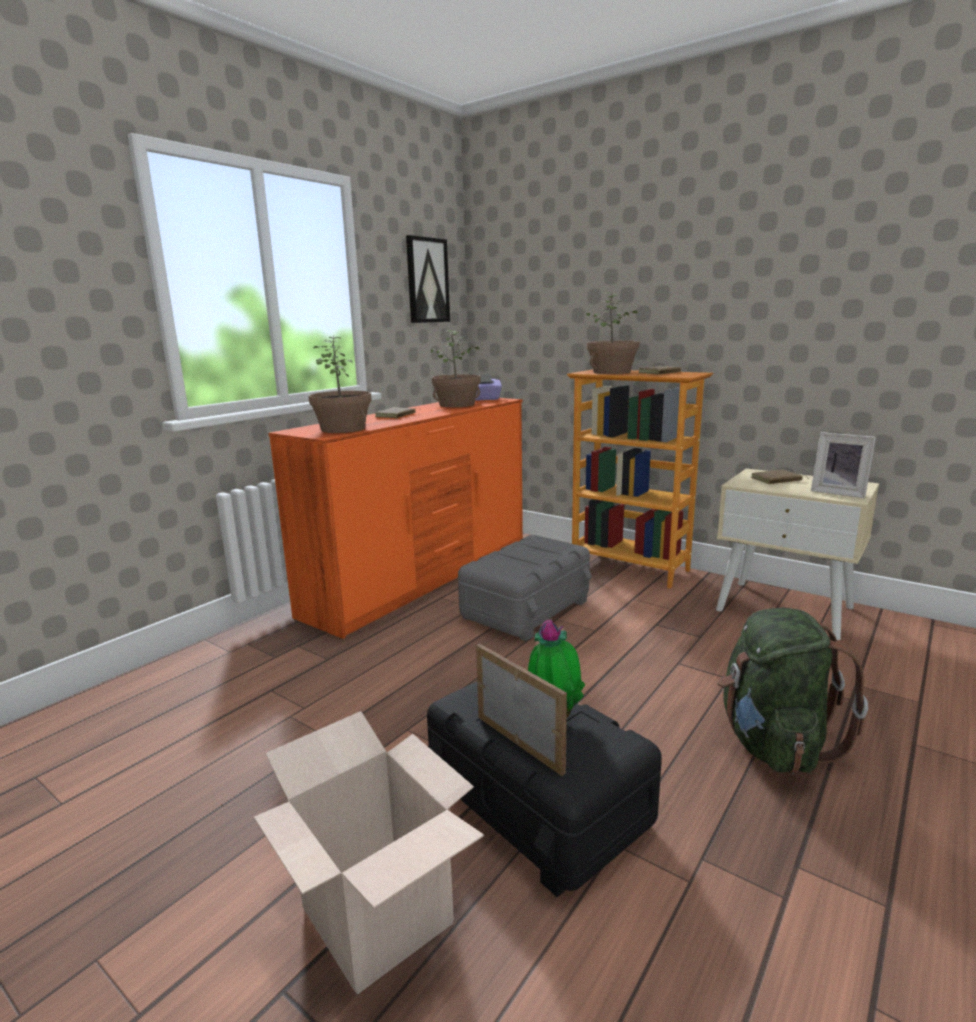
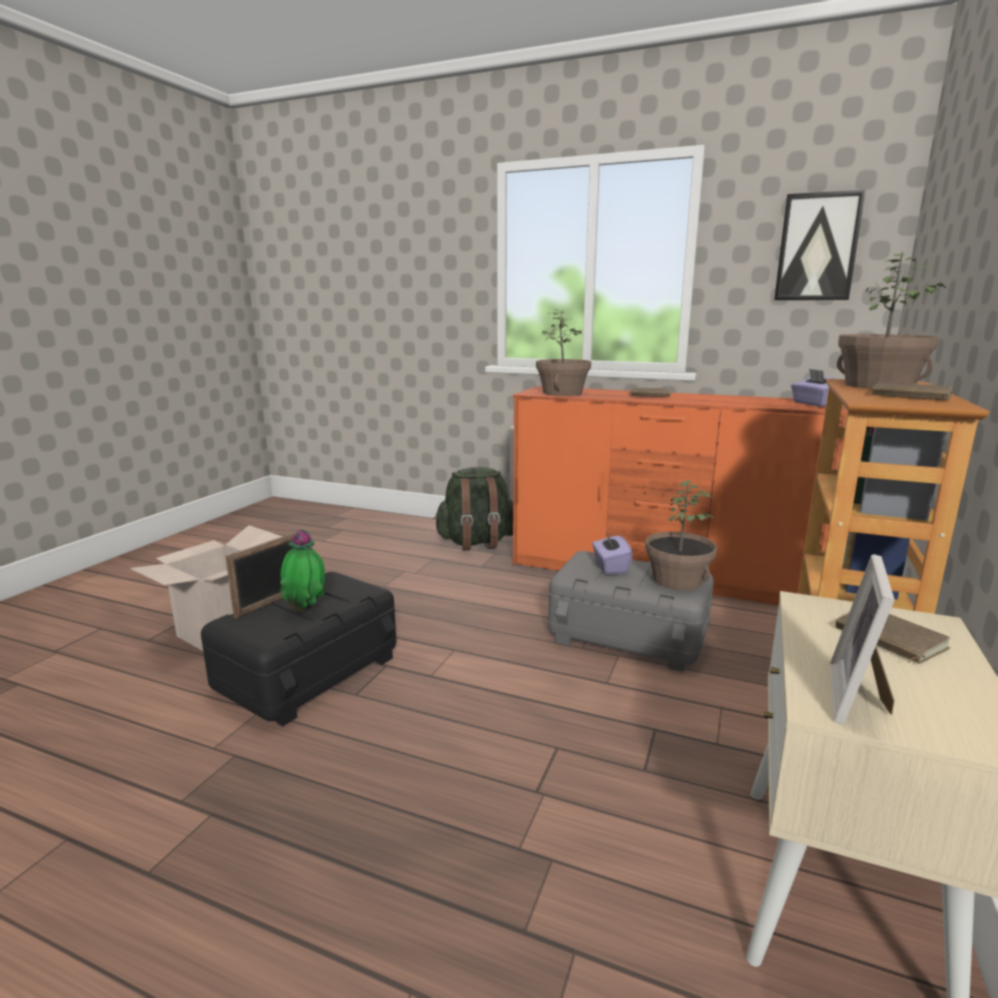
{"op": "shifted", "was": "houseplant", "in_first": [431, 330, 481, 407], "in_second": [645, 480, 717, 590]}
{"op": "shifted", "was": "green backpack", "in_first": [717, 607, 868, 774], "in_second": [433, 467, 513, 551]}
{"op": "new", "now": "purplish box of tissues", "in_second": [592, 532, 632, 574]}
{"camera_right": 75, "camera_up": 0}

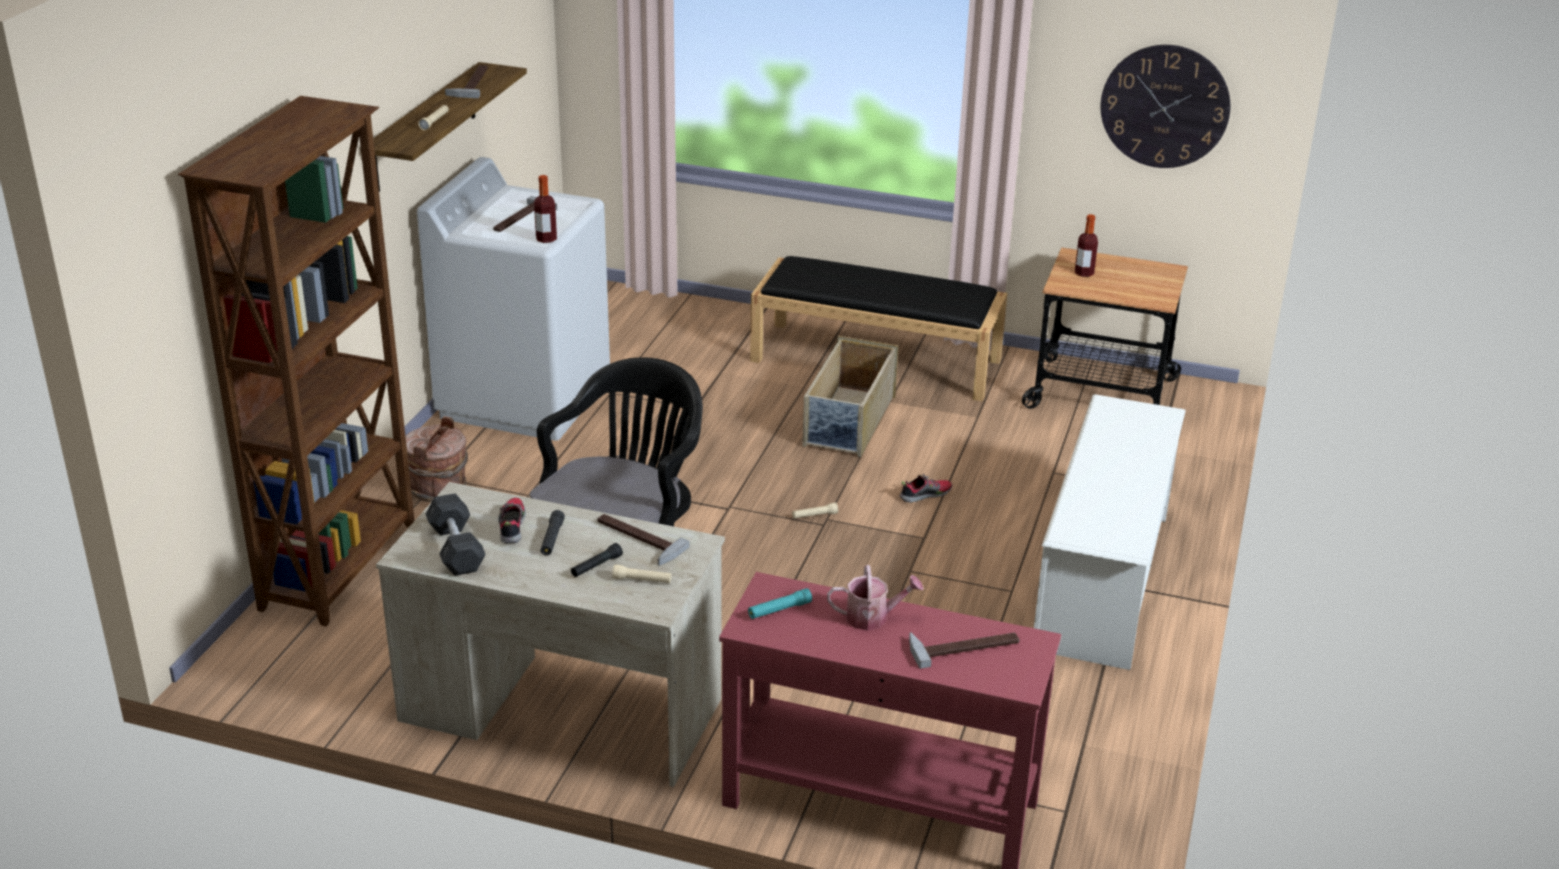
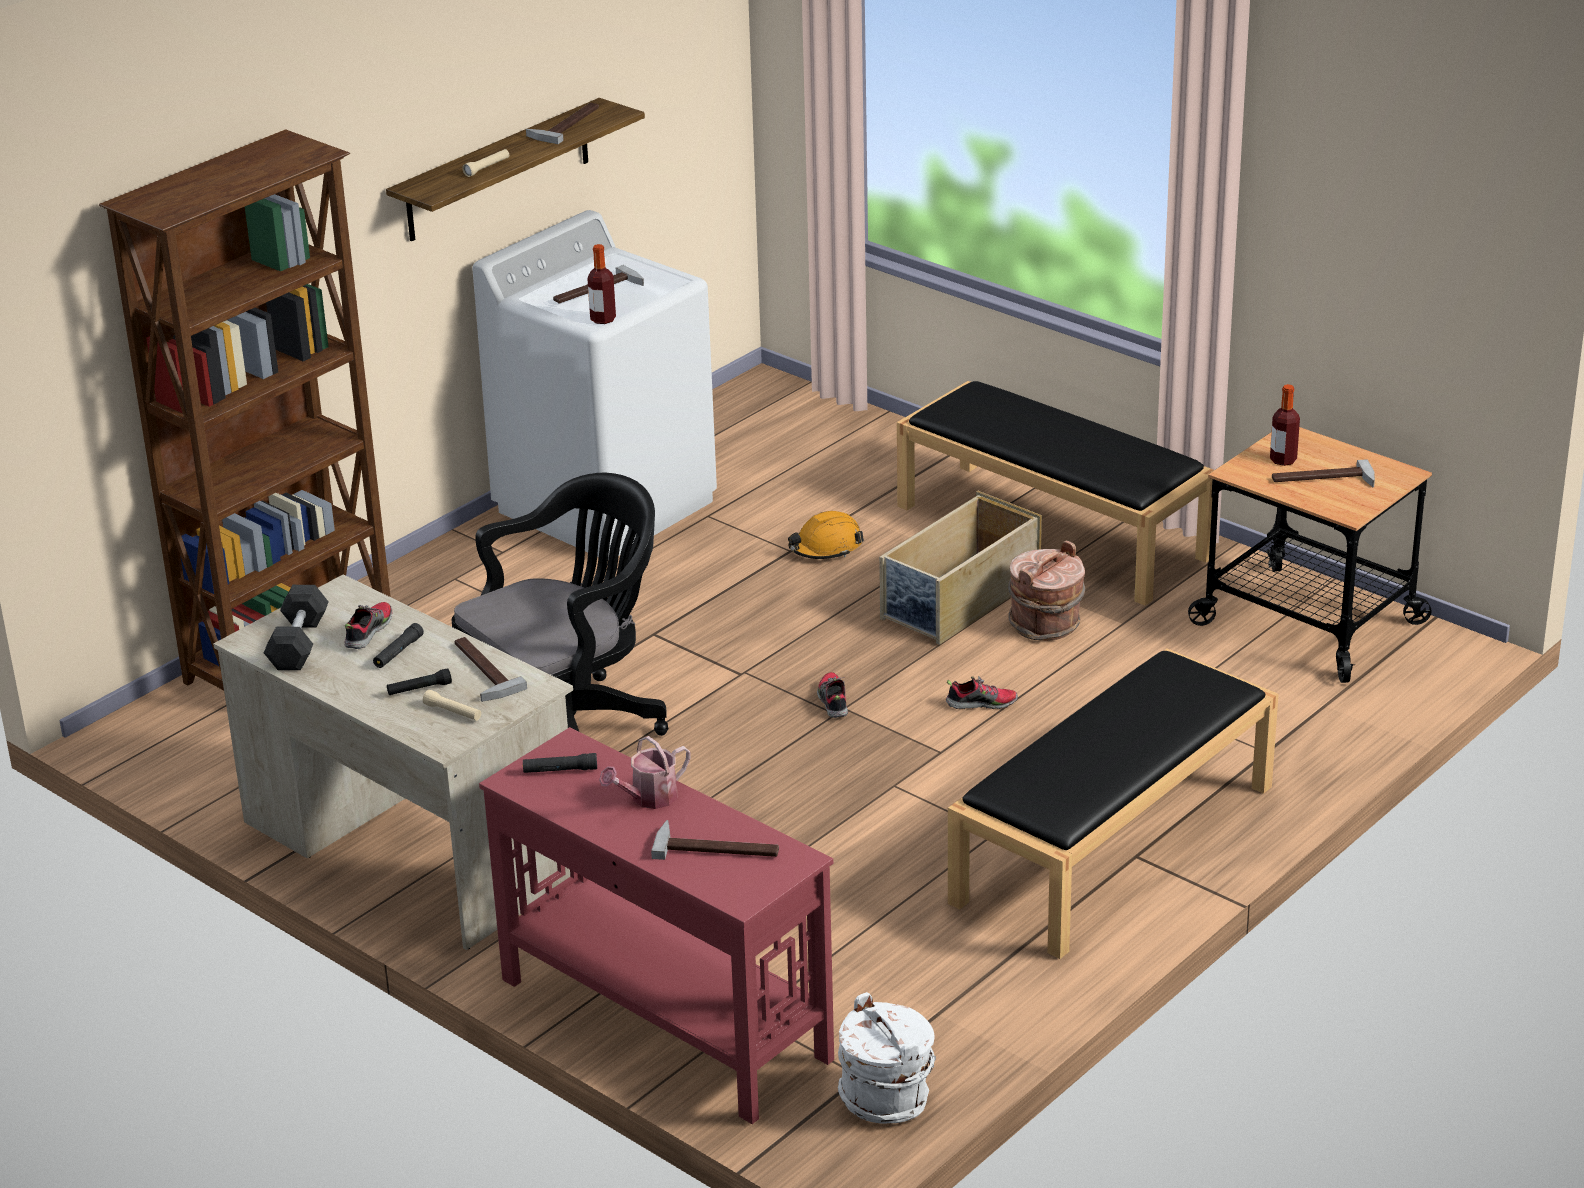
{"op": "shifted", "was": "brown-coloured bucket", "in_first": [405, 416, 468, 502], "in_second": [1008, 540, 1085, 641]}
{"op": "repainted", "was": "turquoise torch", "now": "black torch", "in_first": [748, 588, 812, 619], "in_second": [523, 753, 597, 773]}
{"op": "swapped", "was": "beige-coloured torch", "now": "low shoe", "in_first": [792, 502, 838, 519], "in_second": [817, 672, 848, 718]}
{"op": "rotated", "was": "watering pot", "in_first": [827, 565, 924, 630], "in_second": [599, 736, 691, 809], "clockwise": 120}
{"op": "swapped", "was": "white shoe rack", "now": "black long seat", "in_first": [1034, 394, 1186, 670], "in_second": [948, 648, 1279, 959]}
{"op": "gone", "was": "wall clock", "in_first": [1101, 45, 1231, 168]}
{"op": "new", "now": "orange safety helmet", "in_second": [788, 511, 864, 559]}
{"op": "new", "now": "white bucket", "in_second": [838, 992, 936, 1124]}
{"op": "new", "now": "hammer", "in_second": [1272, 459, 1375, 487]}
{"camera_right": 25, "camera_up": 0}

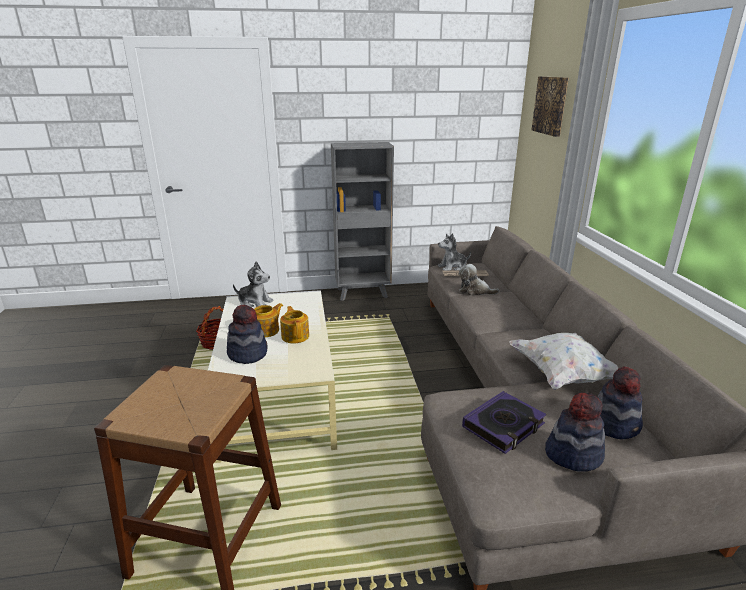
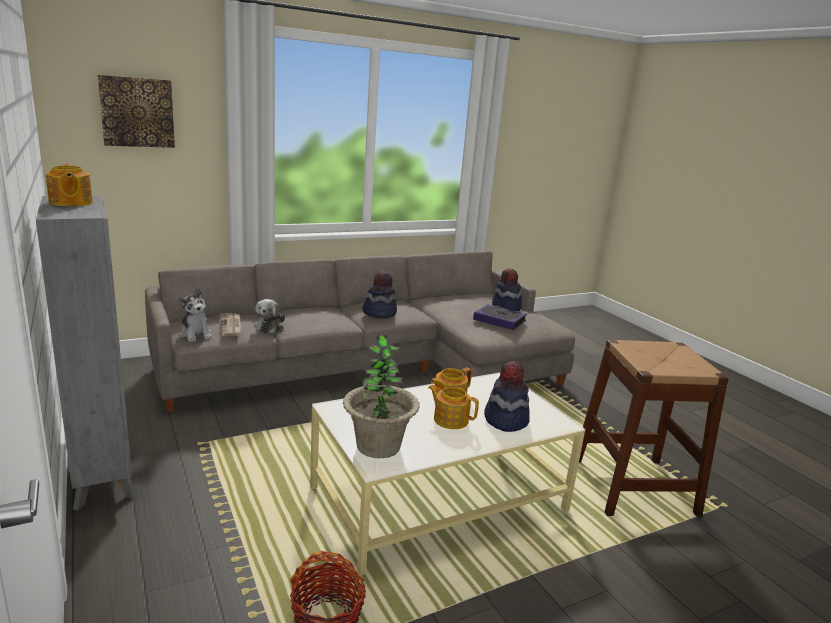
{"op": "swapped", "was": "soft toy", "now": "houseplant", "in_first": [233, 261, 274, 307], "in_second": [343, 335, 420, 458]}
{"op": "gone", "was": "white pillow", "in_first": [509, 333, 618, 390]}
{"op": "shifted", "was": "wearable hat", "in_first": [598, 366, 643, 439], "in_second": [362, 271, 397, 318]}
{"op": "new", "now": "teapot", "in_second": [46, 164, 93, 206]}
{"camera_right": -110, "camera_up": -5}

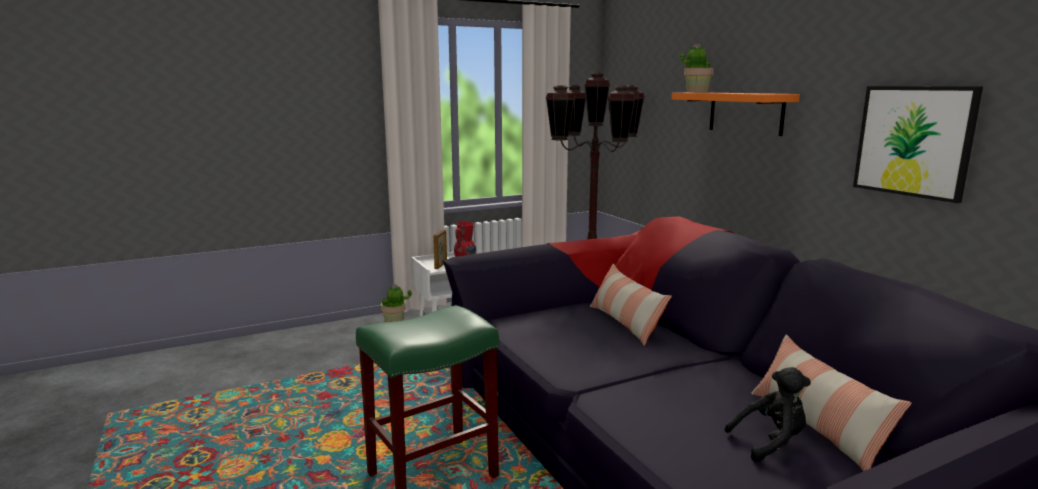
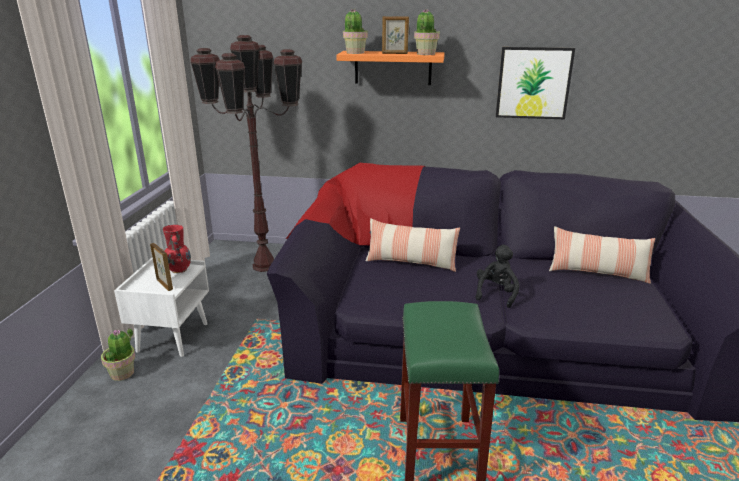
{"op": "shifted", "was": "black soft toy", "in_first": [724, 367, 811, 462], "in_second": [476, 245, 519, 308]}
{"op": "new", "now": "photo frame", "in_second": [382, 16, 409, 54]}
{"op": "new", "now": "houseplant", "in_second": [414, 9, 440, 55]}
{"camera_right": -55, "camera_up": 10}

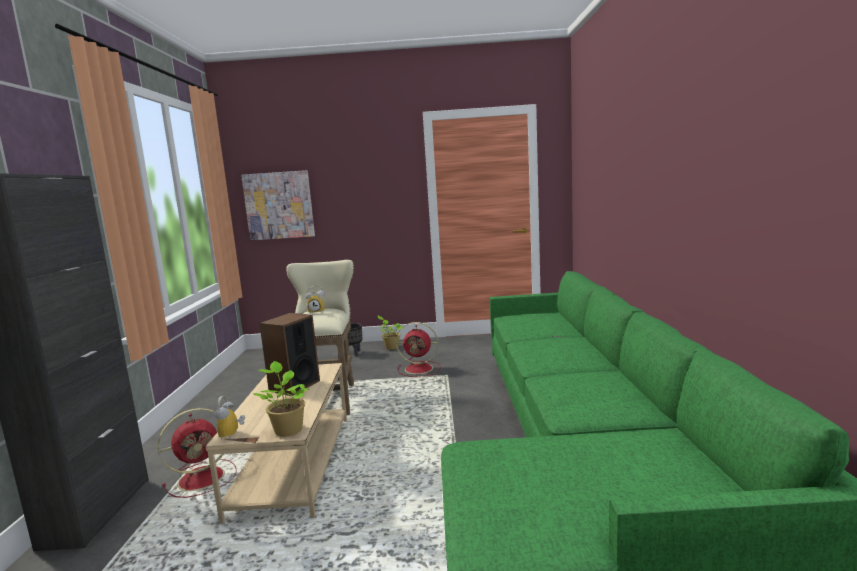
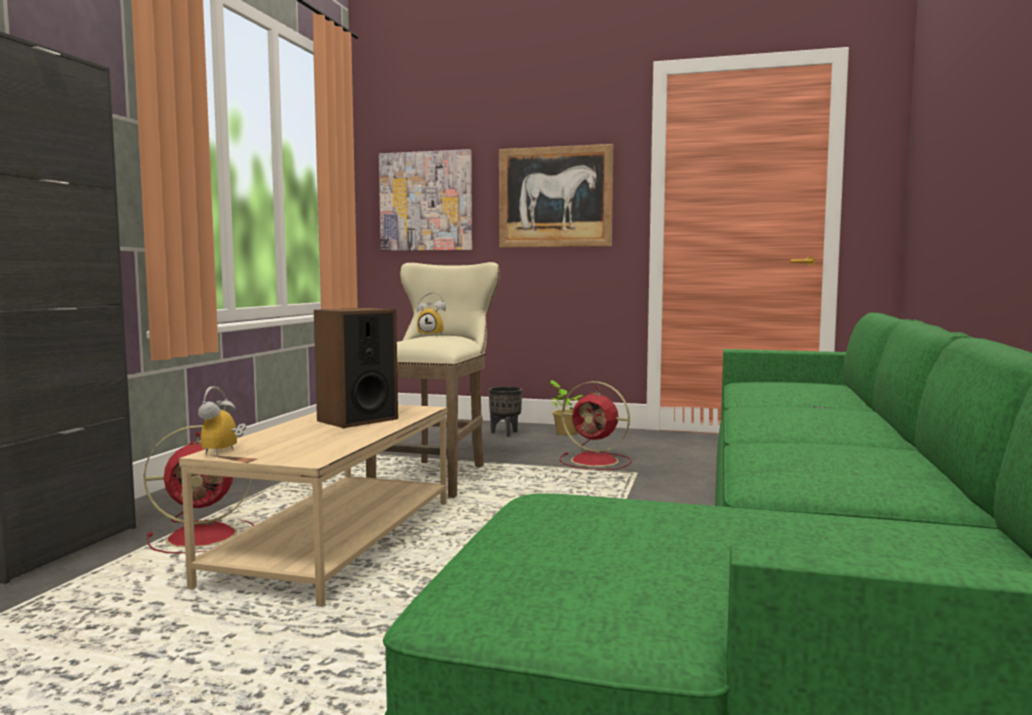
{"op": "gone", "was": "houseplant", "in_first": [253, 361, 309, 437]}
{"op": "new", "now": "wall art", "in_second": [499, 144, 613, 247]}
{"camera_right": 15, "camera_up": -5}

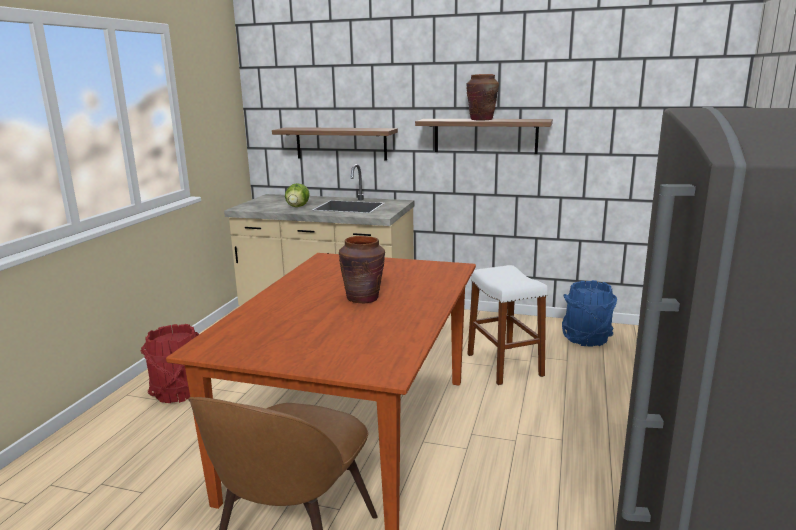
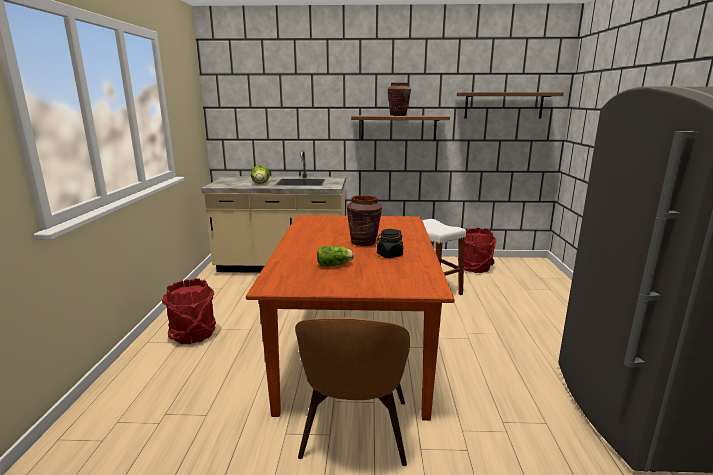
{"op": "shifted", "was": "wall shelf", "in_first": [272, 127, 398, 160], "in_second": [457, 92, 564, 119]}
{"op": "repainted", "was": "blue-coloured bucket", "now": "red bucket", "in_first": [562, 280, 617, 347], "in_second": [464, 227, 496, 273]}
{"op": "new", "now": "head of lettuce", "in_second": [317, 246, 354, 267]}
{"op": "new", "now": "black storage jar", "in_second": [377, 229, 403, 258]}
{"camera_right": -15, "camera_up": 0}

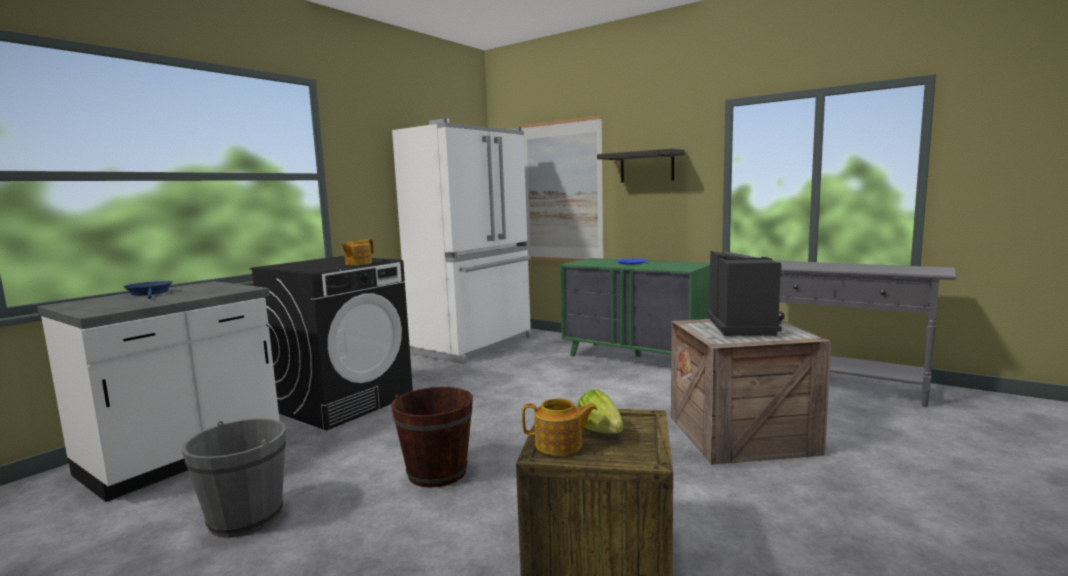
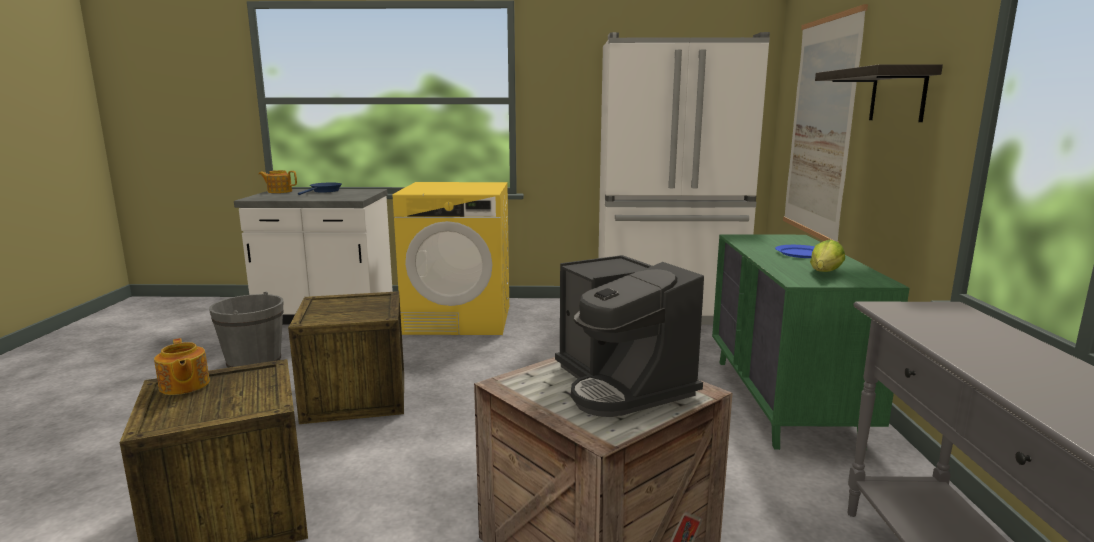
{"op": "repainted", "was": "black laundry machine", "now": "yellow laundry machine", "in_first": [250, 256, 413, 431], "in_second": [393, 182, 509, 335]}
{"op": "shifted", "was": "teapot", "in_first": [340, 239, 374, 265], "in_second": [259, 170, 297, 193]}
{"op": "swapped", "was": "brown-coloured bucket", "now": "crate", "in_first": [391, 387, 473, 488], "in_second": [288, 291, 404, 424]}
{"op": "shifted", "was": "head of lettuce", "in_first": [577, 389, 623, 434], "in_second": [810, 240, 845, 272]}
{"op": "rotated", "was": "coffee machine", "in_first": [706, 251, 785, 336], "in_second": [555, 255, 704, 417], "clockwise": 90}
{"camera_right": 55, "camera_up": 5}

